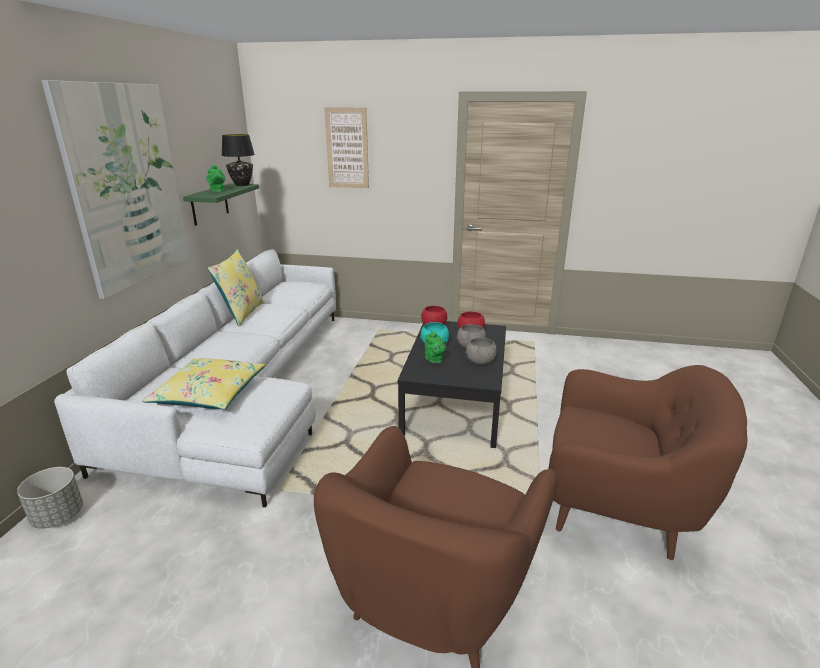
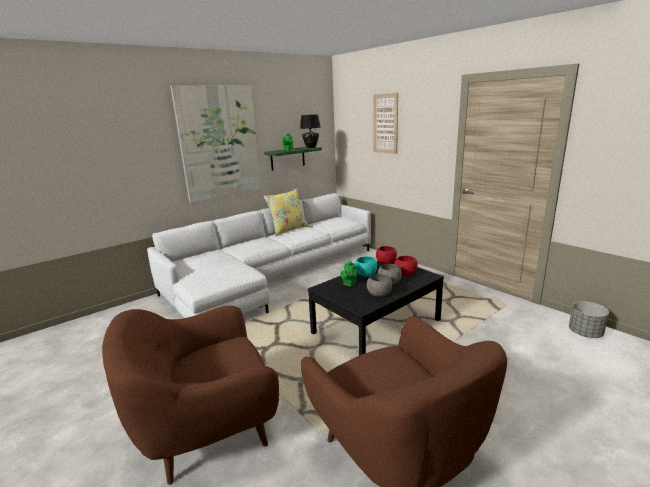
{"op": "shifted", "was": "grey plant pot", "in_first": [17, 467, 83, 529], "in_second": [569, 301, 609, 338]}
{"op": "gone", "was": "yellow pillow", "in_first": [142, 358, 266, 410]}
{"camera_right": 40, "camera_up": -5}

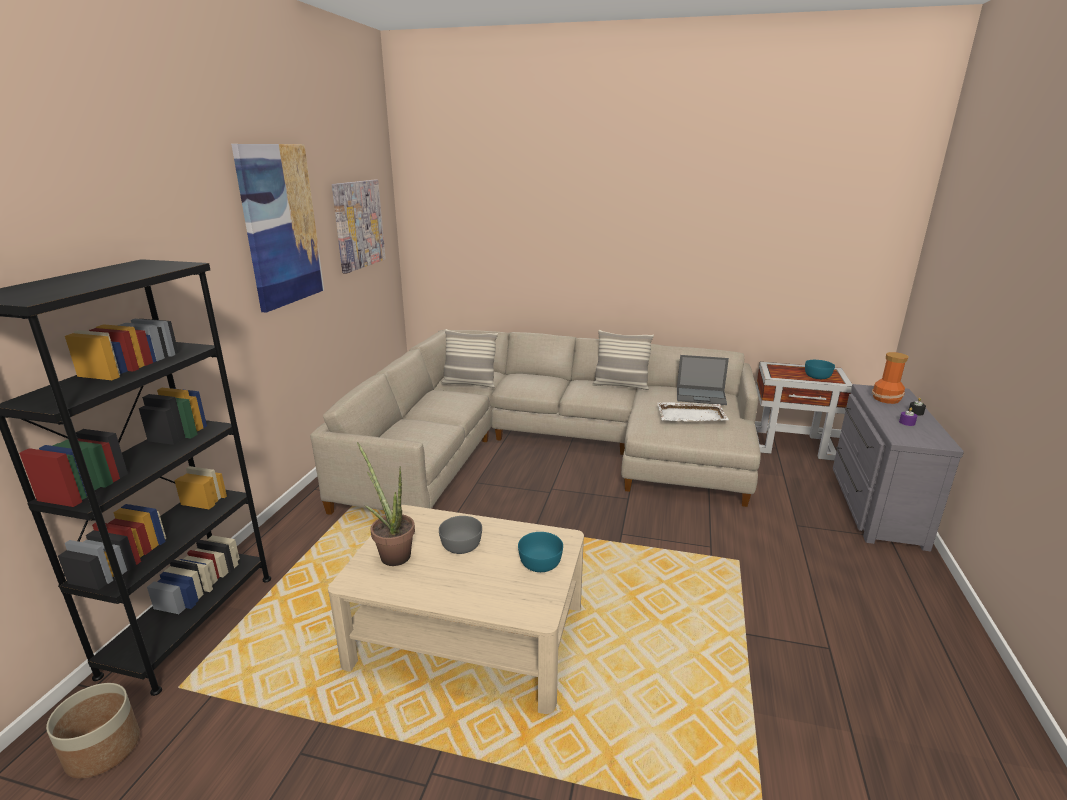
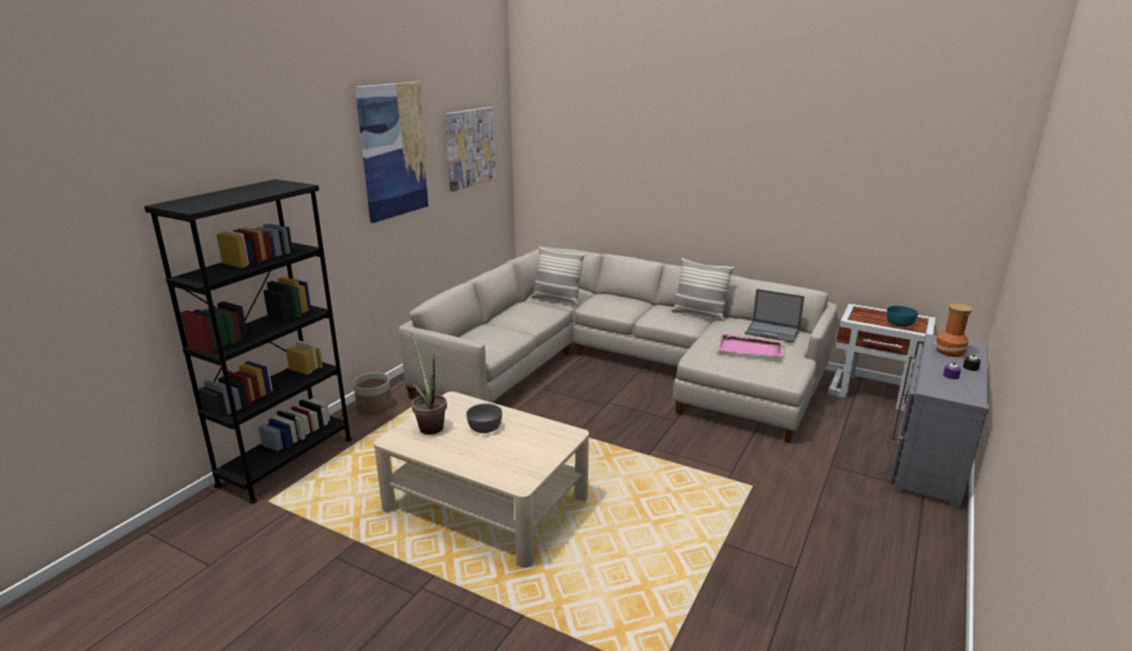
{"op": "shifted", "was": "plant pot", "in_first": [46, 683, 140, 778], "in_second": [353, 373, 392, 414]}
{"op": "gone", "was": "turquoise bowl", "in_first": [518, 532, 563, 572]}
{"op": "repainted", "was": "white tray", "now": "pink tray", "in_first": [657, 402, 729, 421], "in_second": [717, 333, 785, 356]}
{"camera_right": 15, "camera_up": 0}

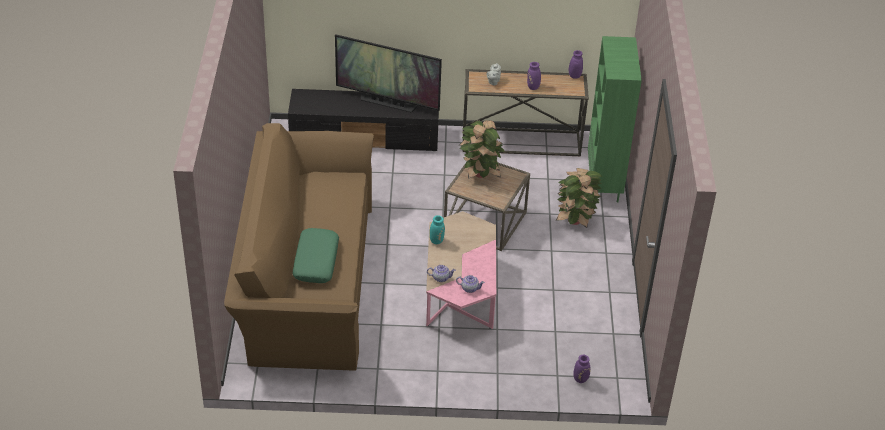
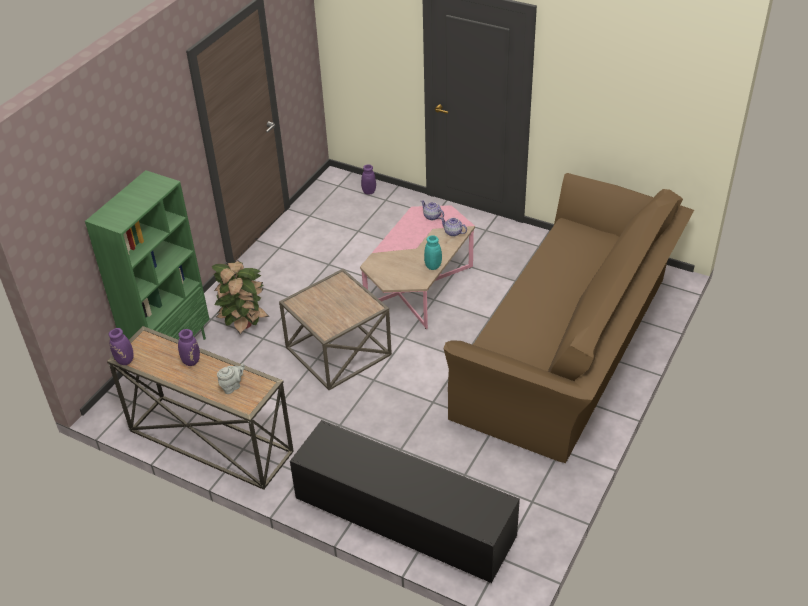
{"op": "gone", "was": "green pillow", "in_first": [293, 228, 339, 283]}
{"op": "gone", "was": "television", "in_first": [335, 34, 442, 112]}
{"op": "gone", "was": "houseplant", "in_first": [459, 120, 505, 179]}
{"camera_right": -150, "camera_up": 0}

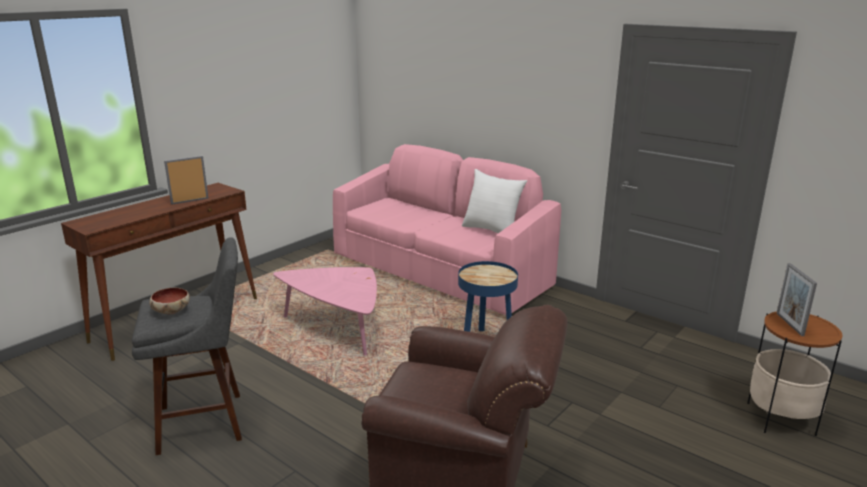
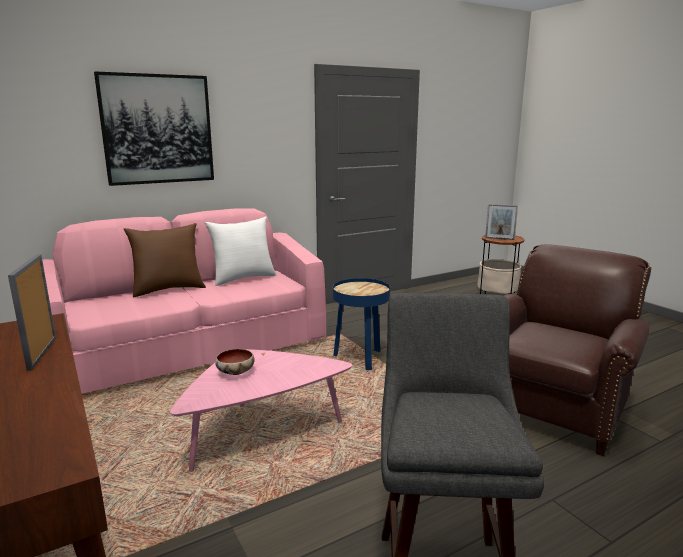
{"op": "shifted", "was": "bowl", "in_first": [149, 288, 190, 314], "in_second": [215, 349, 254, 375]}
{"op": "new", "now": "wall art", "in_second": [94, 71, 214, 186]}
{"op": "new", "now": "brown-coloured pillow", "in_second": [124, 223, 206, 297]}
{"camera_right": -70, "camera_up": -5}

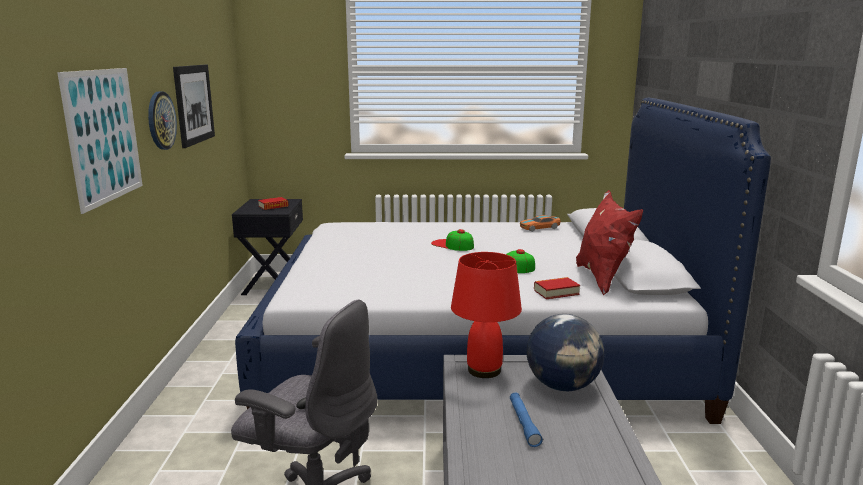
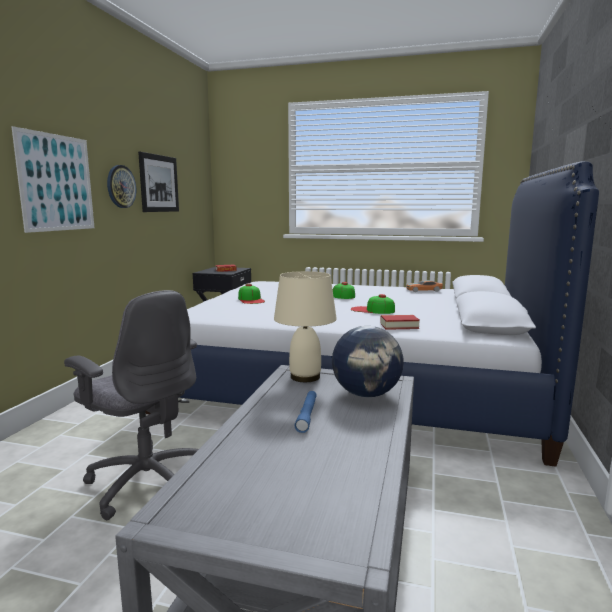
{"op": "repainted", "was": "red table lamp", "now": "beige-coloured table lamp", "in_first": [451, 252, 522, 378], "in_second": [274, 271, 337, 382]}
{"op": "gone", "was": "red pillow", "in_first": [576, 190, 643, 295]}
{"op": "new", "now": "baseball cap", "in_second": [238, 284, 265, 304]}
{"camera_right": 15, "camera_up": -5}

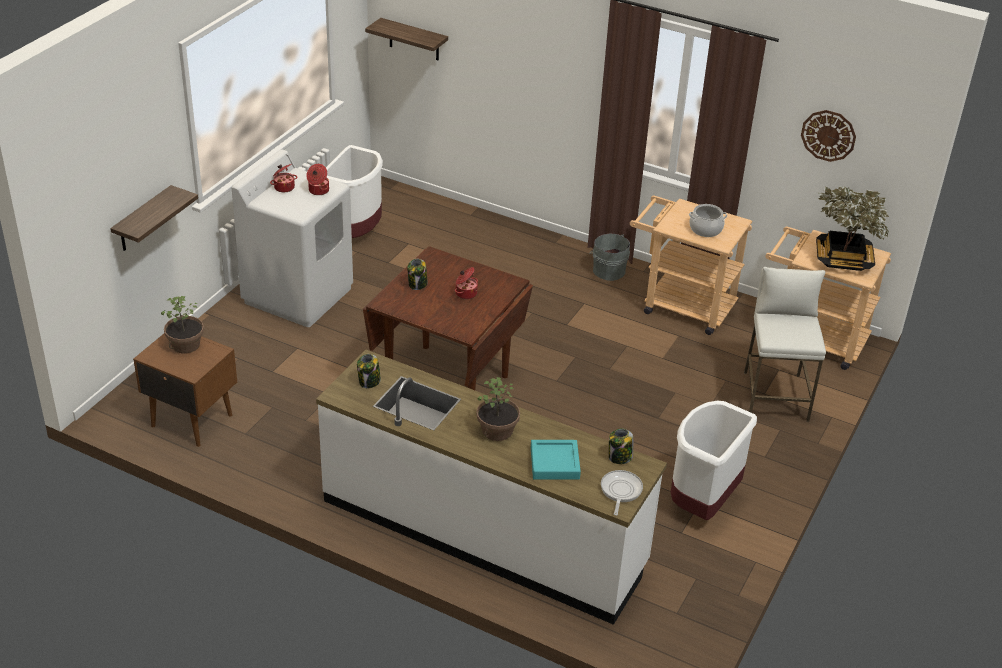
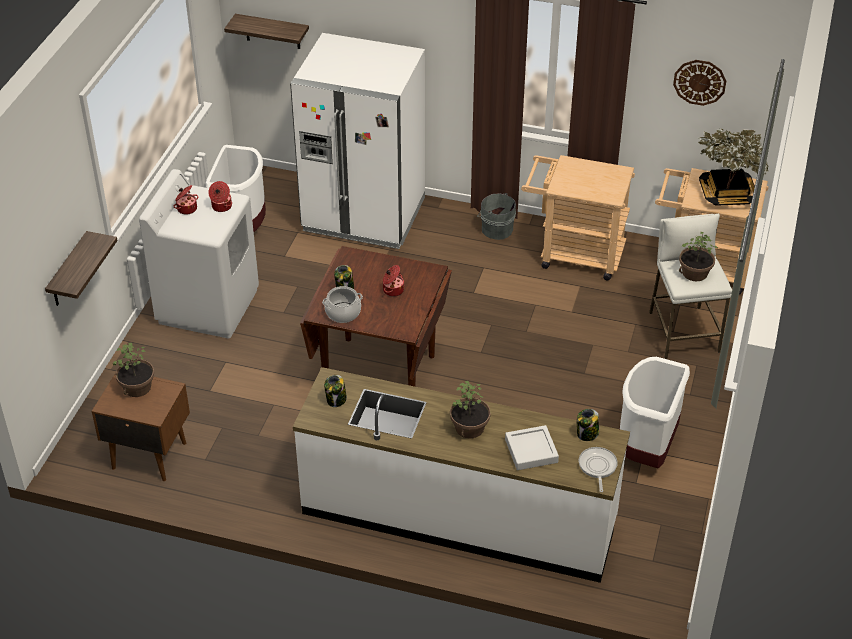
{"op": "repainted", "was": "turquoise tray", "now": "grey tray", "in_first": [531, 440, 581, 480], "in_second": [505, 425, 559, 470]}
{"op": "shifted", "was": "saucepot", "in_first": [689, 204, 727, 237], "in_second": [322, 286, 363, 323]}
{"op": "new", "now": "white refrigerator", "in_second": [290, 33, 425, 249]}
{"op": "new", "now": "houseplant", "in_second": [679, 232, 718, 281]}
{"camera_right": -10, "camera_up": 5}

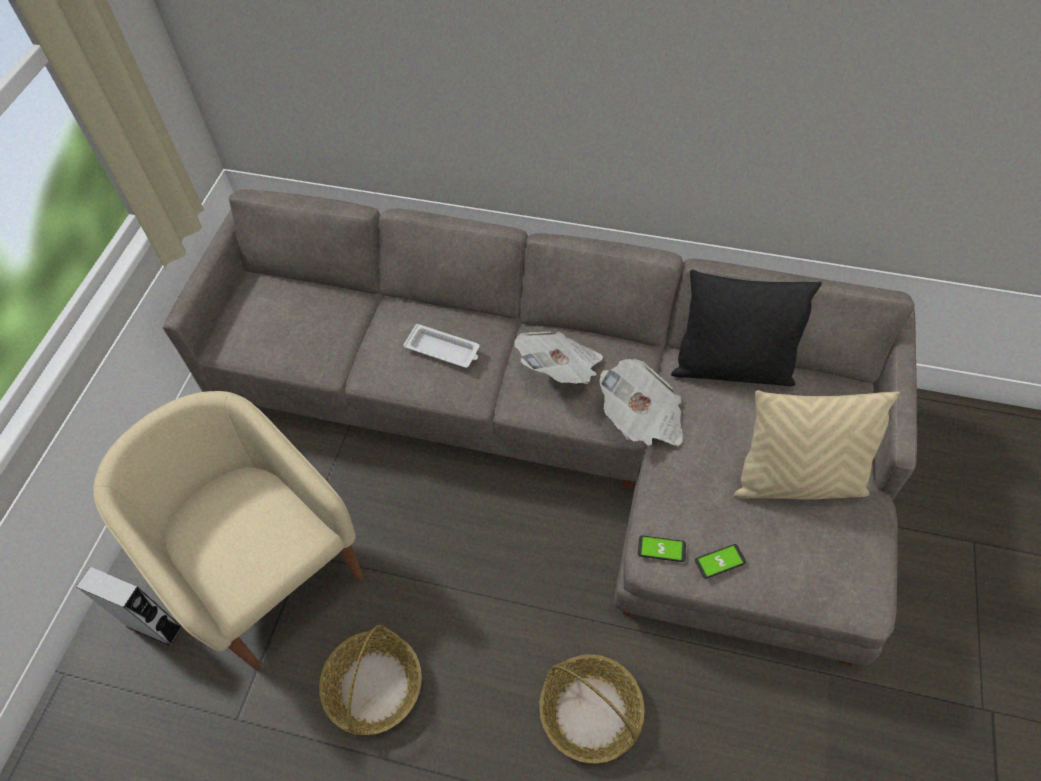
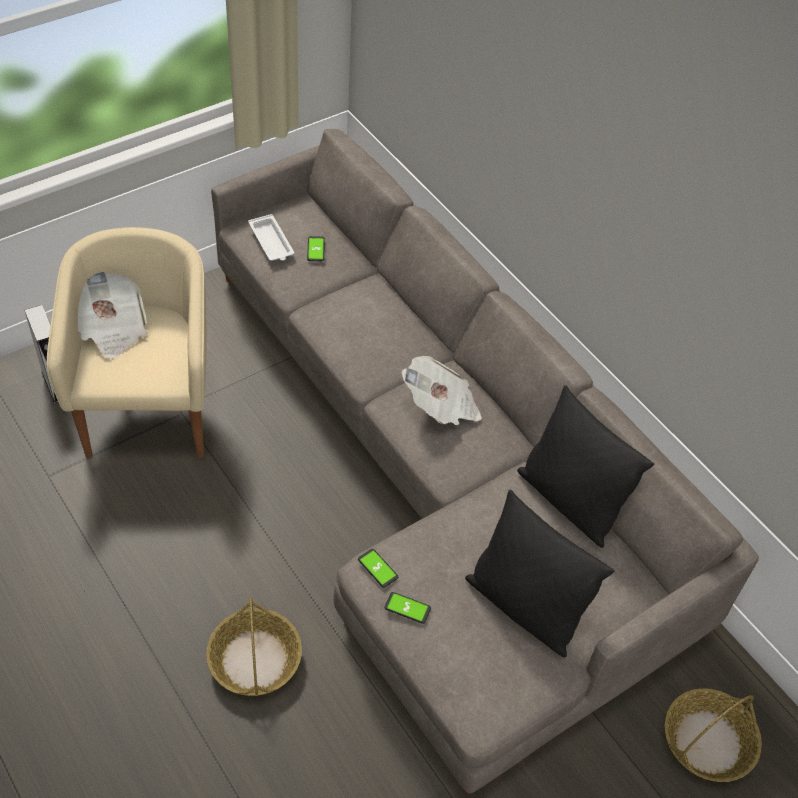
{"op": "shifted", "was": "household basket", "in_first": [319, 625, 422, 735], "in_second": [665, 688, 762, 782]}
{"op": "shifted", "was": "white tray", "in_first": [404, 324, 480, 368], "in_second": [248, 214, 294, 261]}
{"op": "shifted", "was": "printed paper", "in_first": [599, 359, 683, 446], "in_second": [78, 272, 148, 359]}
{"op": "repainted", "was": "beige-coloured pillow", "now": "black pillow", "in_first": [733, 390, 900, 500], "in_second": [465, 490, 614, 658]}
{"op": "new", "now": "handset", "in_second": [307, 236, 325, 261]}
{"camera_right": 35, "camera_up": -5}

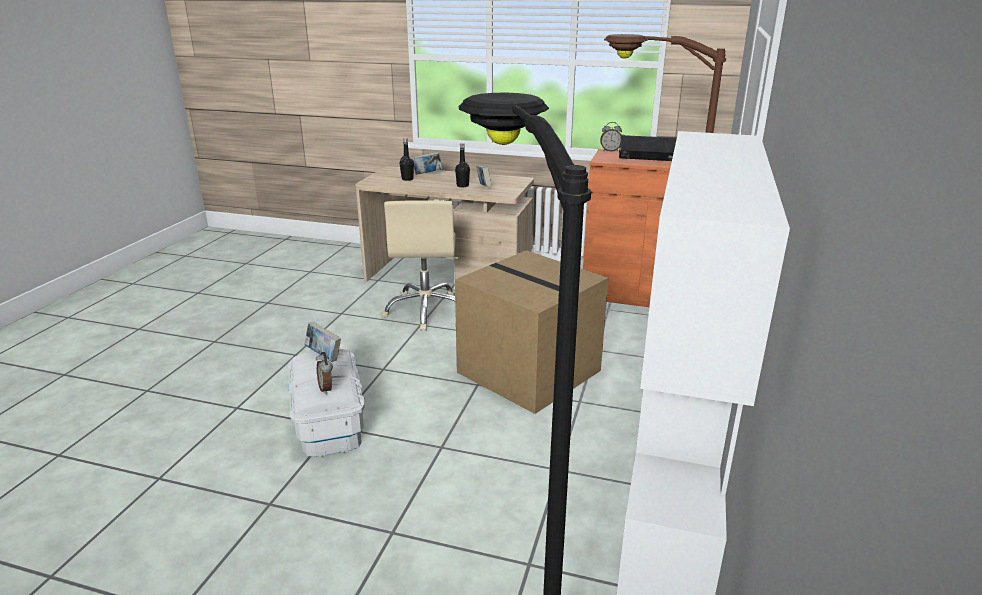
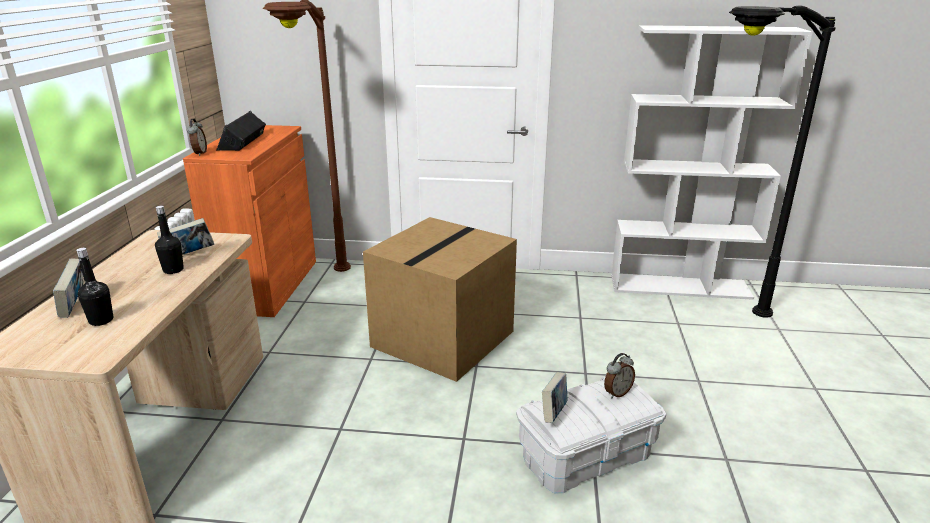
{"op": "gone", "was": "beige-coloured computer chair", "in_first": [381, 200, 458, 331]}
{"camera_right": -100, "camera_up": 0}

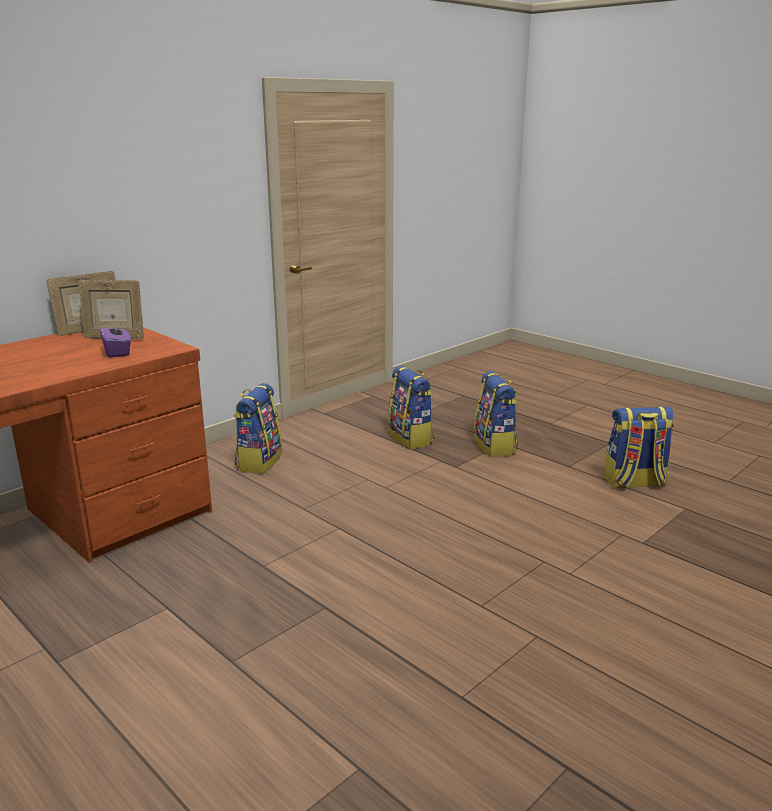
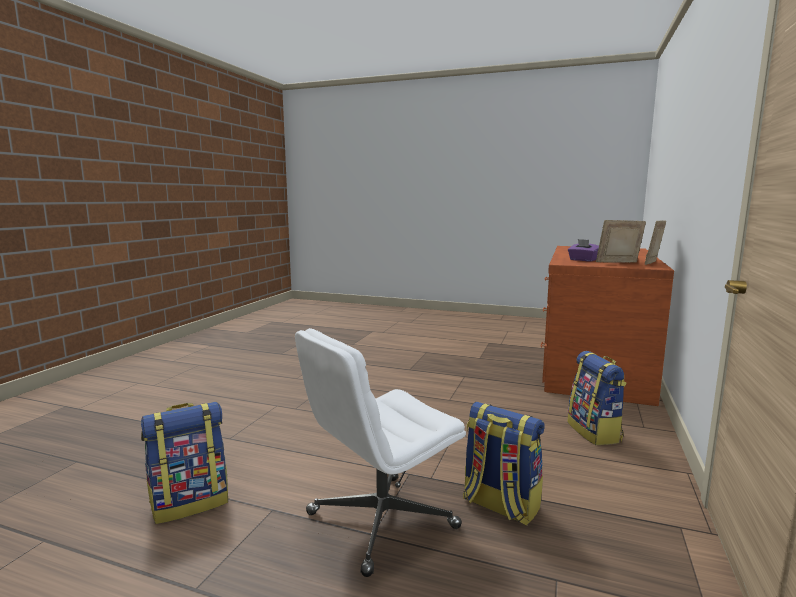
{"op": "swapped", "was": "backpack", "now": "white computer chair", "in_first": [474, 371, 518, 457], "in_second": [295, 328, 466, 577]}
{"camera_right": 155, "camera_up": -10}

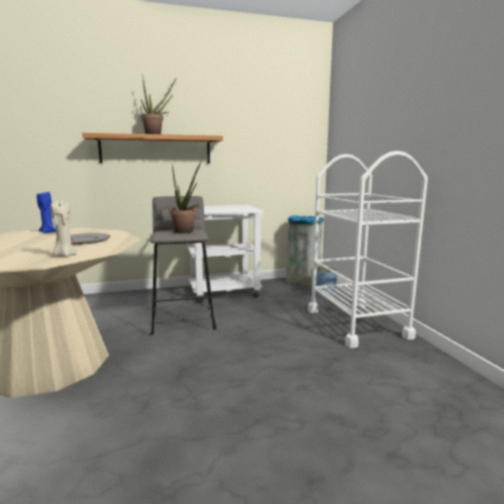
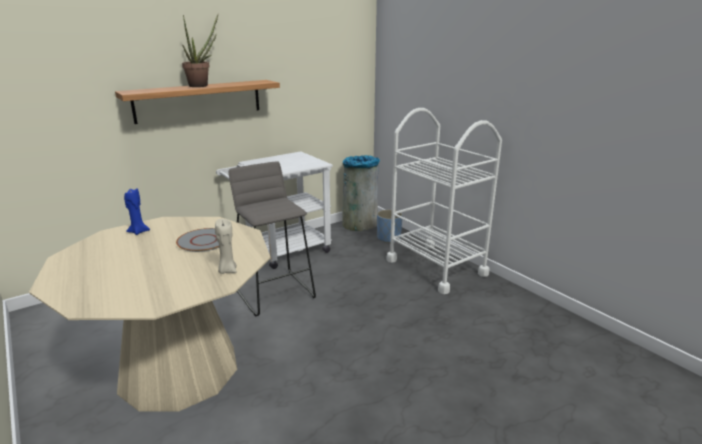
{"op": "gone", "was": "houseplant", "in_first": [169, 162, 201, 233]}
{"camera_right": -20, "camera_up": 10}

